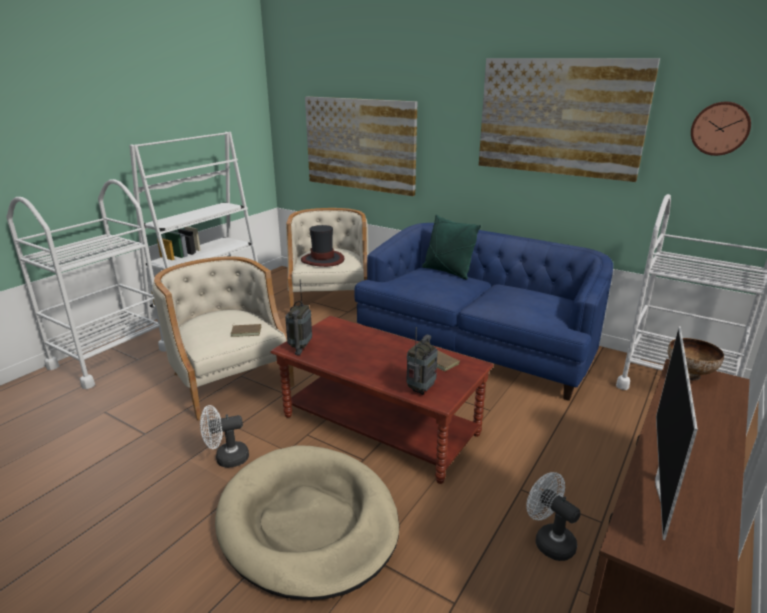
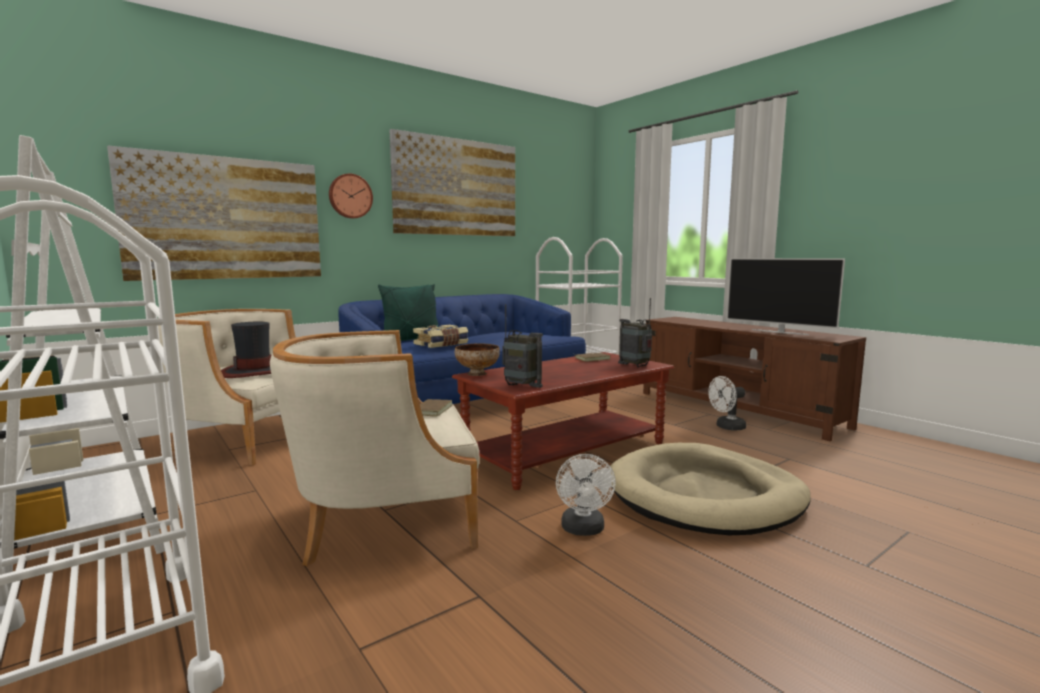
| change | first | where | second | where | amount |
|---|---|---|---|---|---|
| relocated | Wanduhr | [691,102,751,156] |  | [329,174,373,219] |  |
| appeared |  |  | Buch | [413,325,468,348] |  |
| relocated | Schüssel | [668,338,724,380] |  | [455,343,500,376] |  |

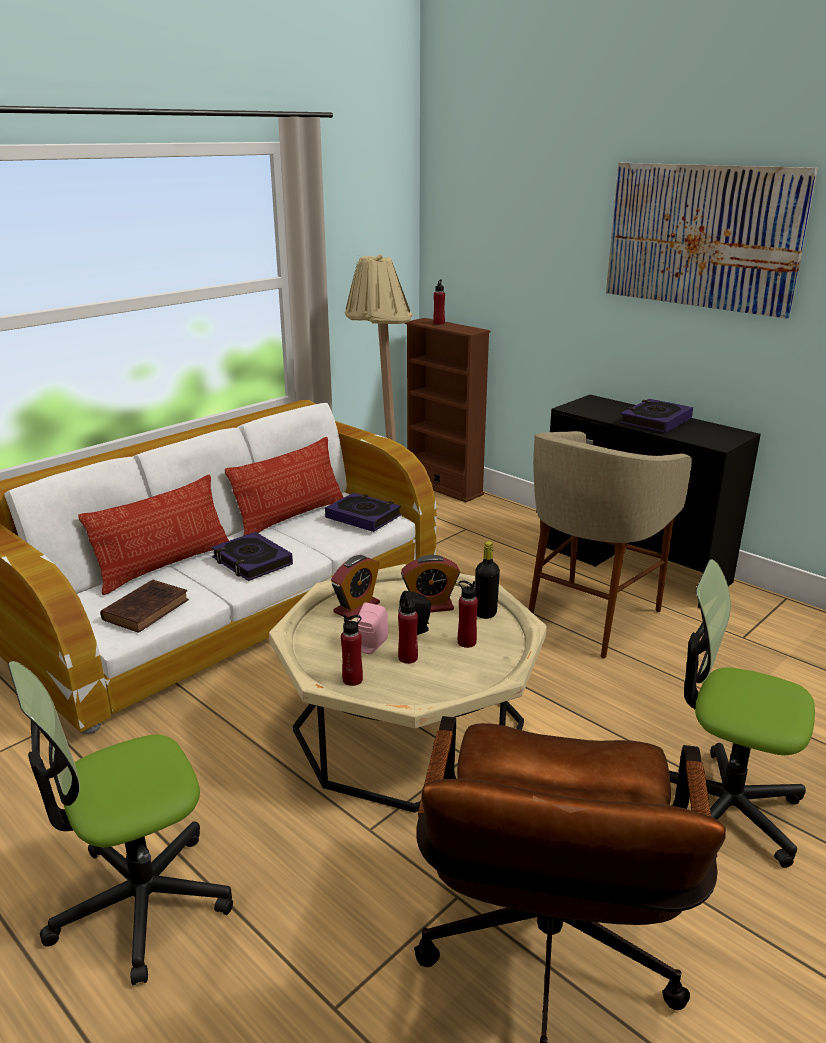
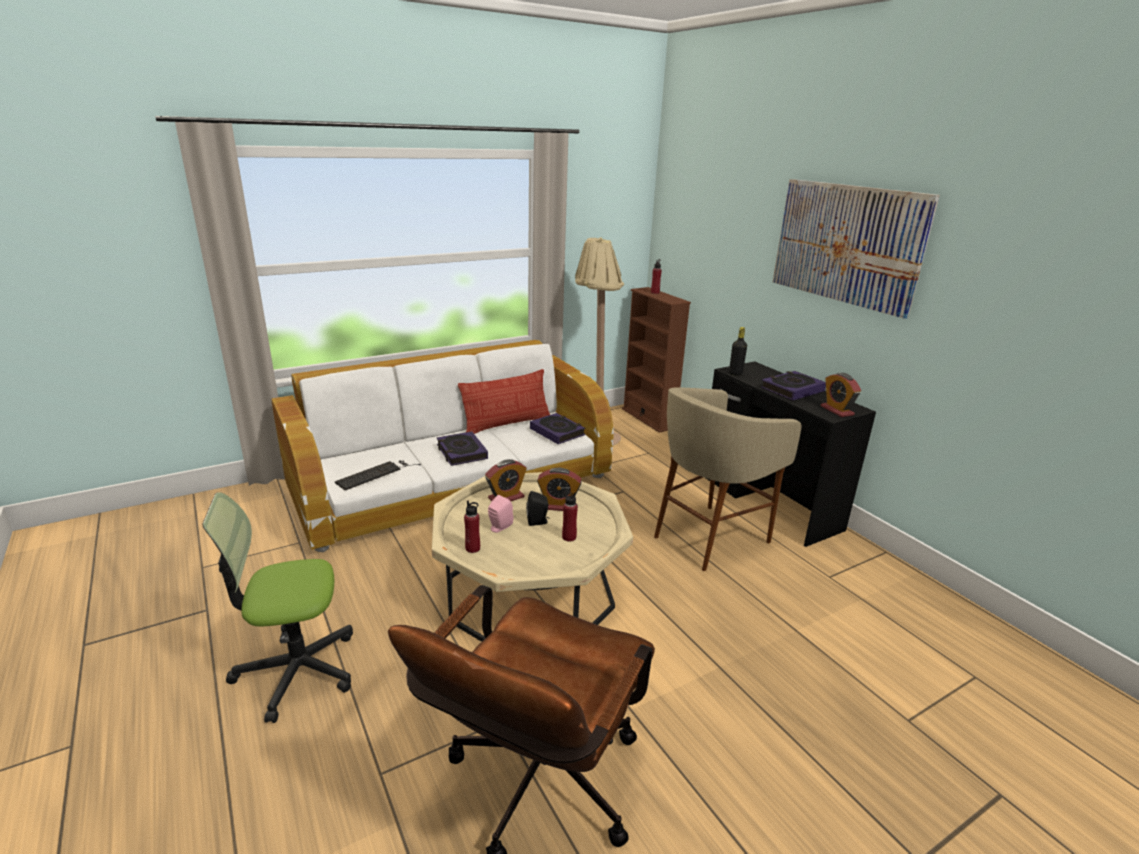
| change | first | where | second | where | amount |
|---|---|---|---|---|---|
| exchanged | Buch [braun] | [100,580,189,633] | Tastatur | [335,460,421,490] |  |
| relocated | Flasche [schwarz] | [475,541,500,619] |  | [729,327,747,376] |  |
| appeared |  |  | Wecker | [821,373,861,417] |  |
| missing | Kissen | [78,474,229,595] |  |  |  |
| missing | Flasche [rot] | [398,591,418,664] |  |  |  |
| missing | Bürostuhl | [669,559,815,868] |  |  |  |

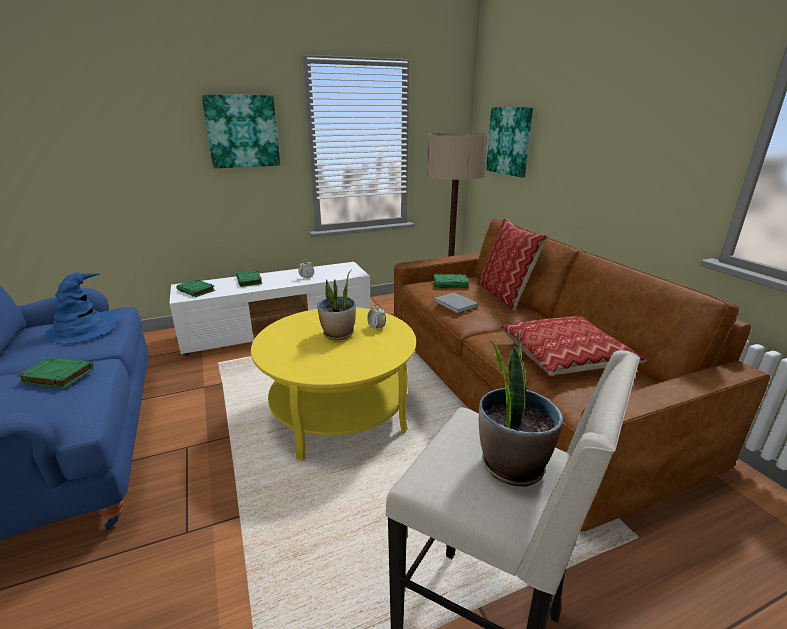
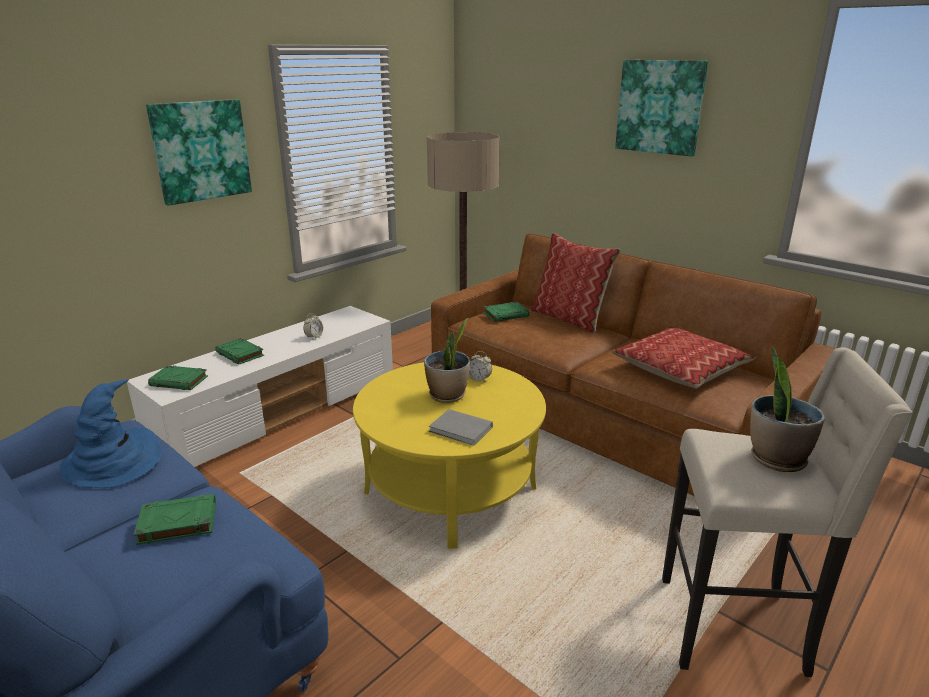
| change | first | where | second | where | amount |
|---|---|---|---|---|---|
| relocated | Buch [grau] | [434,293,478,314] |  | [429,409,493,446] |  |
| relocated | Bild | [486,107,533,178] |  | [615,60,708,157] |  |

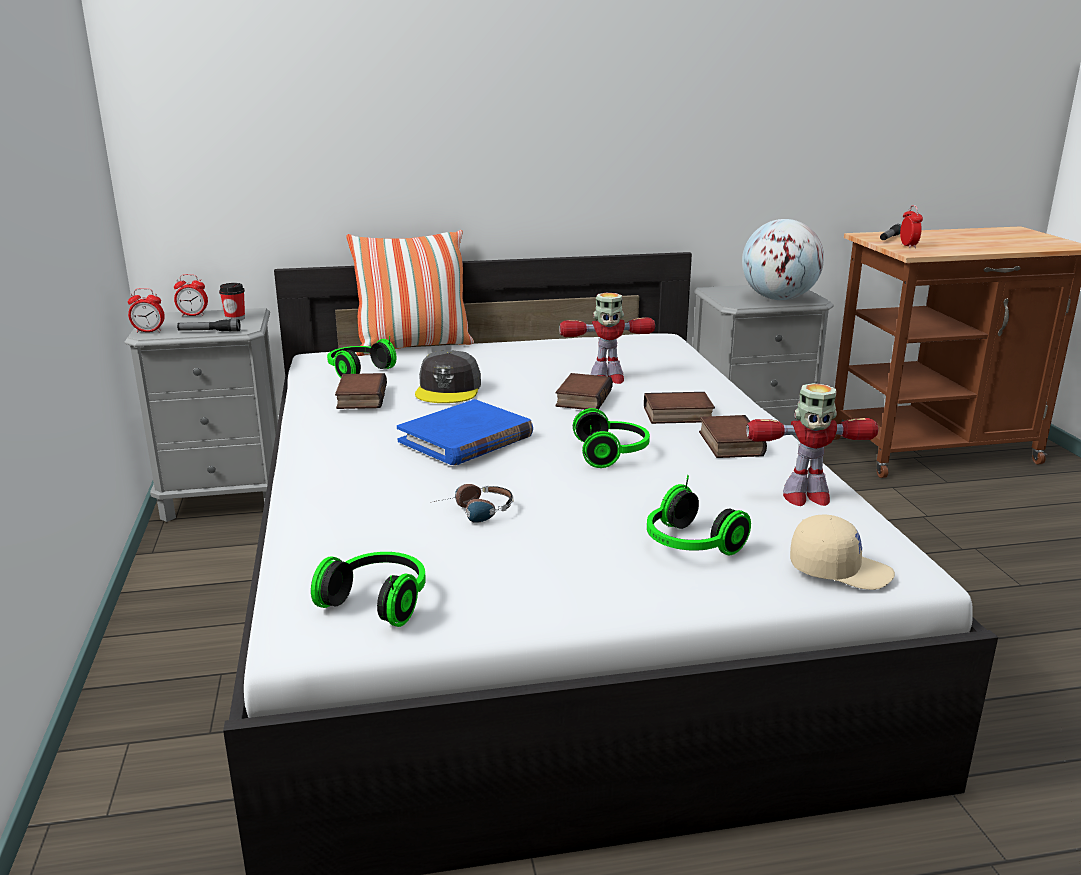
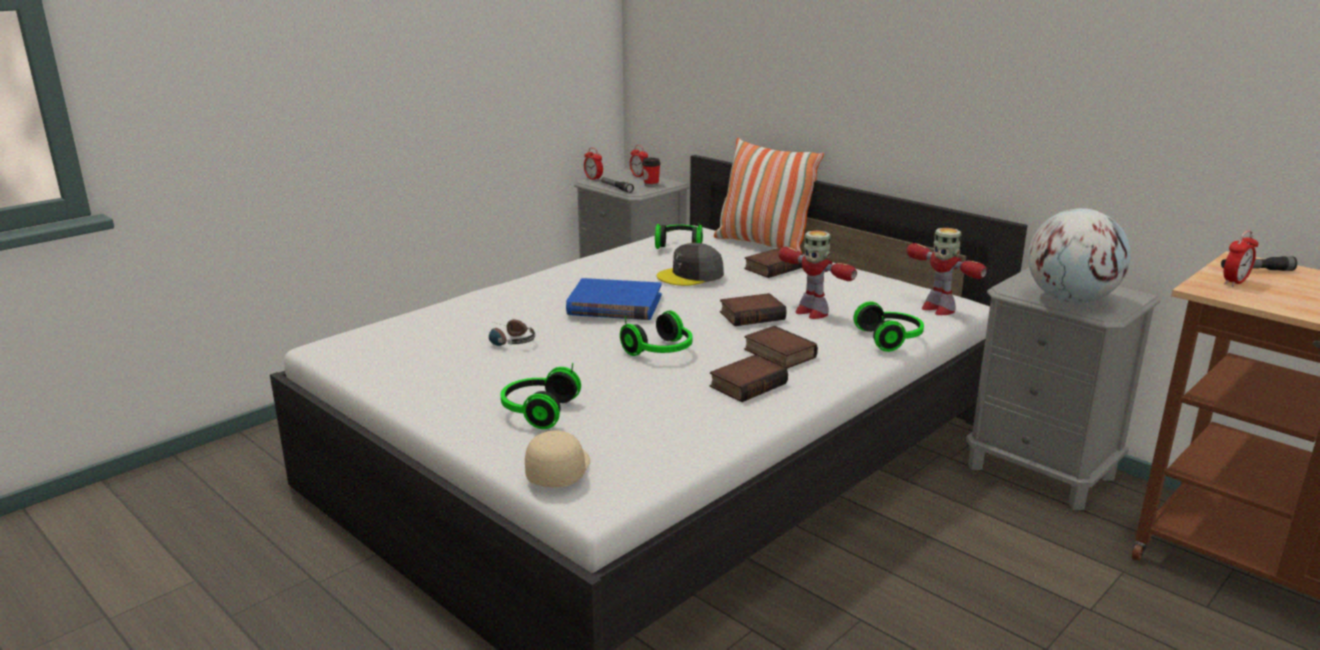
| change | first | where | second | where | amount |
|---|---|---|---|---|---|
| spun | Kappe [beige] | [790,514,895,590] |  | [525,431,590,487] | 150 degrees counterclockwise |
| relocated | Buch | [335,373,387,409] |  | [744,248,802,278] |  |
| relocated | Kopfhörer | [311,552,426,627] |  | [854,302,924,352] |  |
| relocated | Spielzeugroboter | [746,383,878,506] |  | [906,228,987,315] |  |

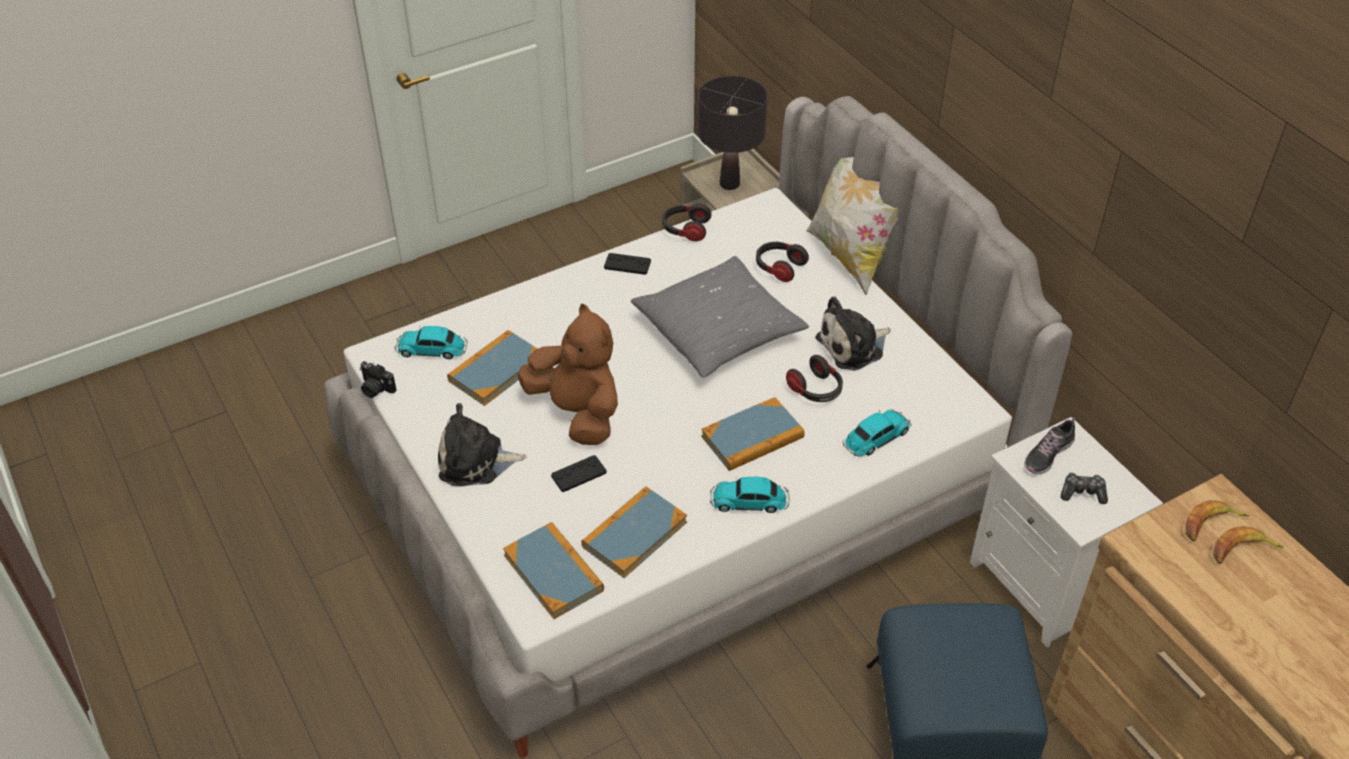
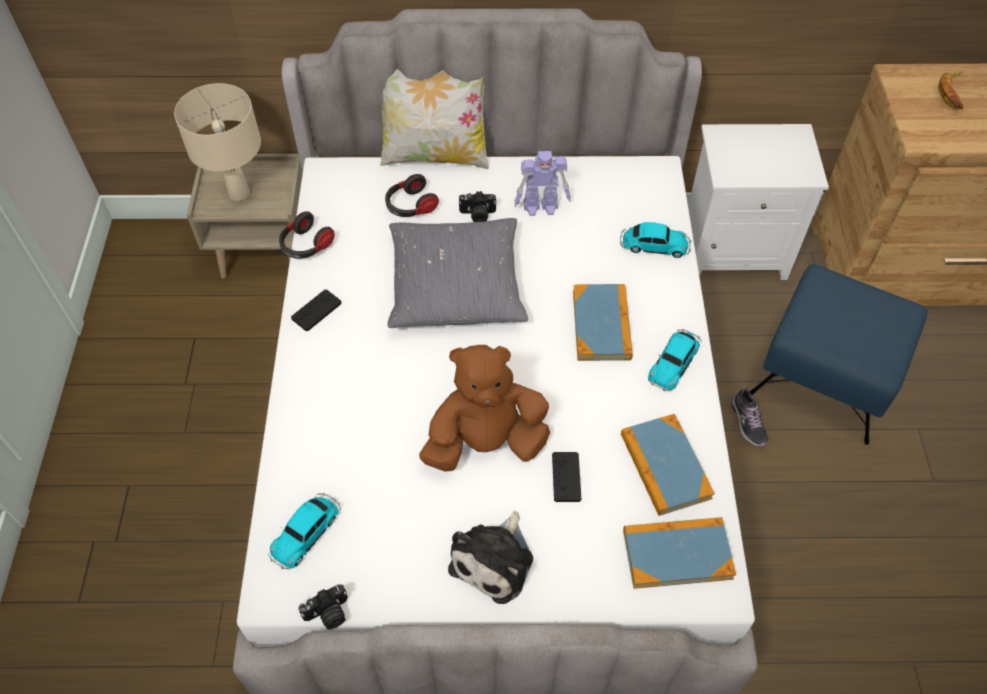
| change | first | where | second | where | amount |
|---|---|---|---|---|---|
| colour | Tischlampe [schwarz] | [698,76,768,190] | Tischlampe [beige] | [174,83,261,201] |  |
| appeared |  |  | Kamera | [459,191,497,222] |  |
| exchanged | Plüschtier | [815,297,891,371] | Spielzeugroboter | [514,151,571,216] |  |
| spun | Spielzeugauto | [843,409,911,457] |  | [620,222,691,258] | 105 degrees clockwise |
| relocated | Schuh | [1025,417,1075,474] |  | [732,386,768,447] |  |
| missing | Buch | [447,330,537,406] |  |  |  |
| missing | Kopfhörer | [786,355,843,402] |  |  |  |
| missing | Gamepad | [1061,473,1108,504] |  |  |  |
| missing | Banane | [1186,500,1249,541] |  |  |  |

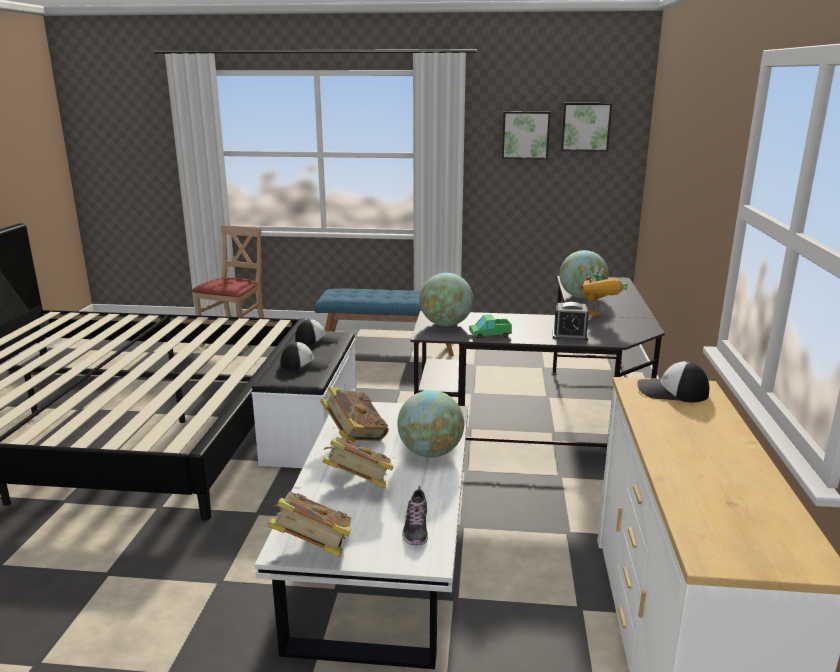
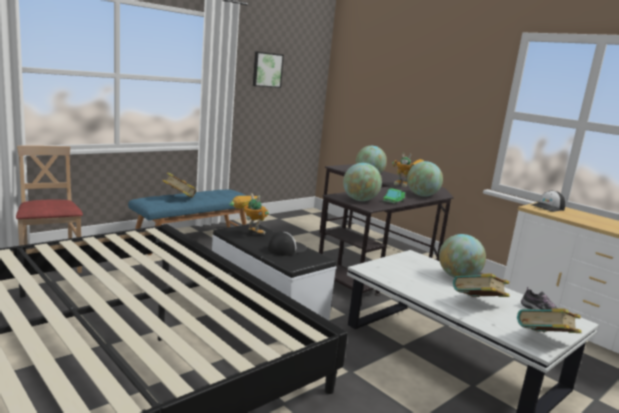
| change | first | where | second | where | amount |
|---|---|---|---|---|---|
| relocated | Buch | [320,387,389,442] |  | [162,172,197,198] |  |
| exchanged | Kappe | [295,319,340,345] | Spielzeugroboter | [229,194,269,234] |  |
| exchanged | Wecker | [553,302,589,341] | Globus | [407,161,443,197] |  |
| missing | Bild | [561,103,612,152] |  |  |  |

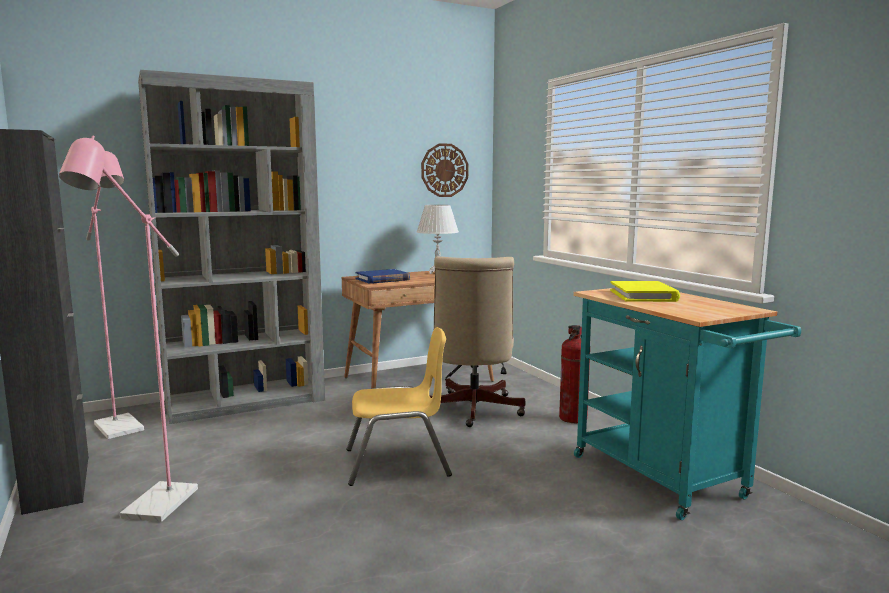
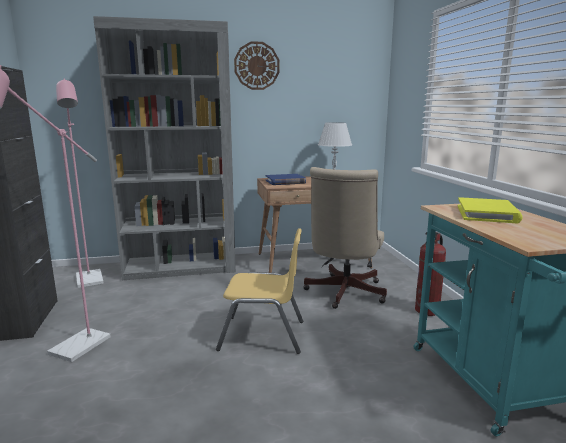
| change | first | where | second | where | amount |
|---|---|---|---|---|---|
| relocated | Wanduhr | [421,143,468,197] |  | [234,41,279,90] |  |

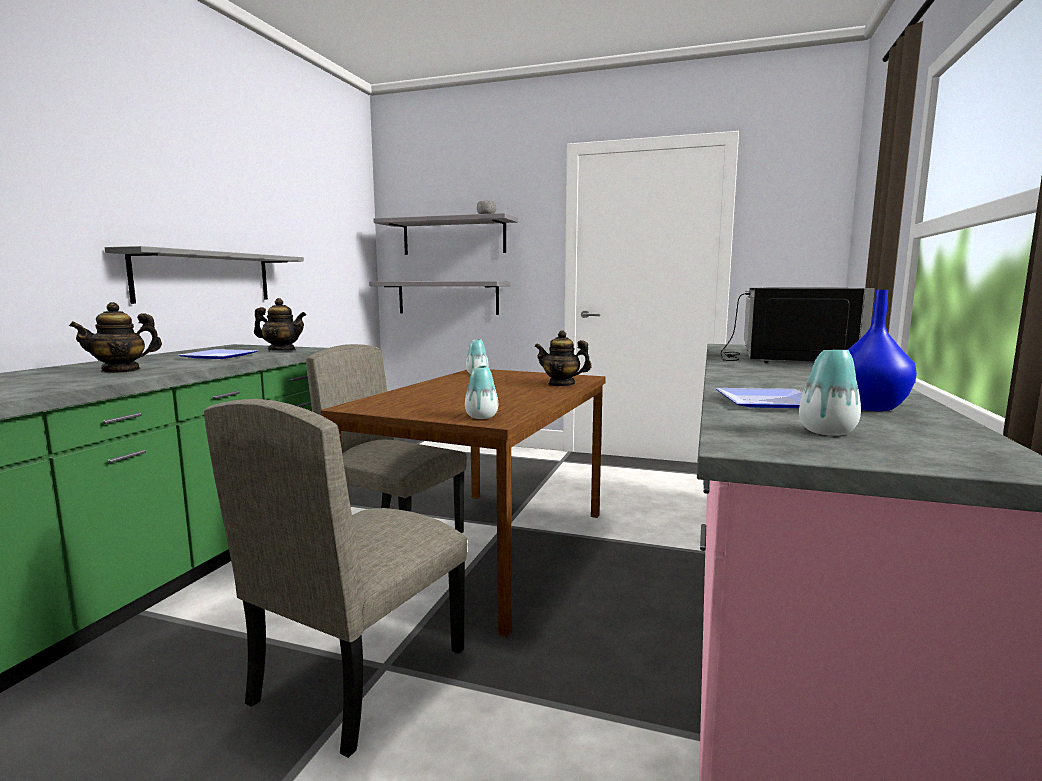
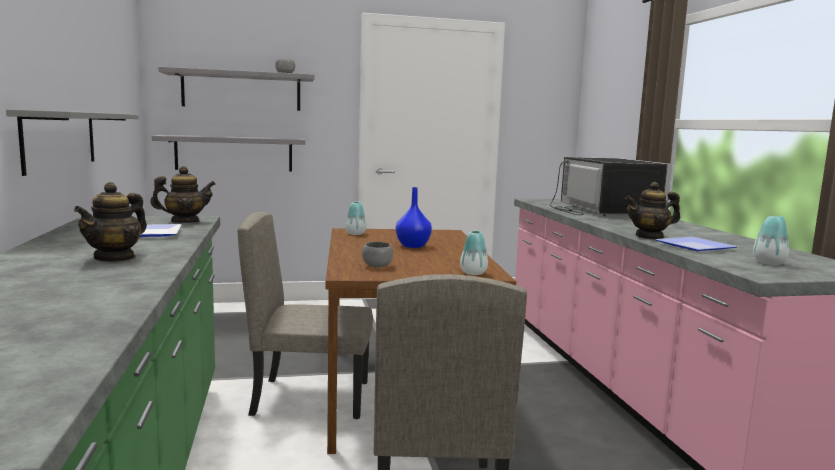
| change | first | where | second | where | amount |
|---|---|---|---|---|---|
| appeared |  |  | Schüssel [grau] | [362,242,393,268] |  |
| relocated | Vase [blau] | [848,290,917,411] |  | [396,187,432,248] |  |
| relocated | Teekanne | [534,330,592,387] |  | [625,182,680,239] |  |

